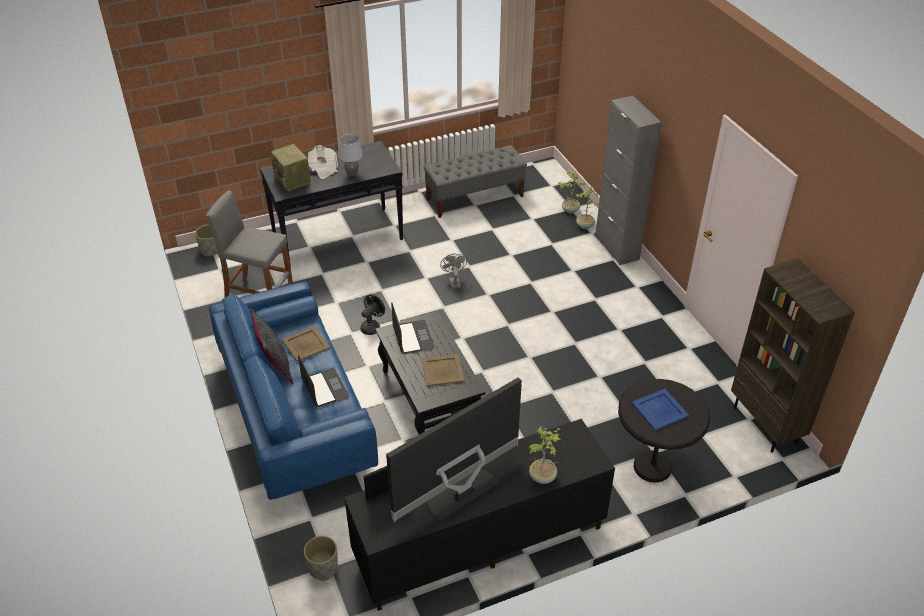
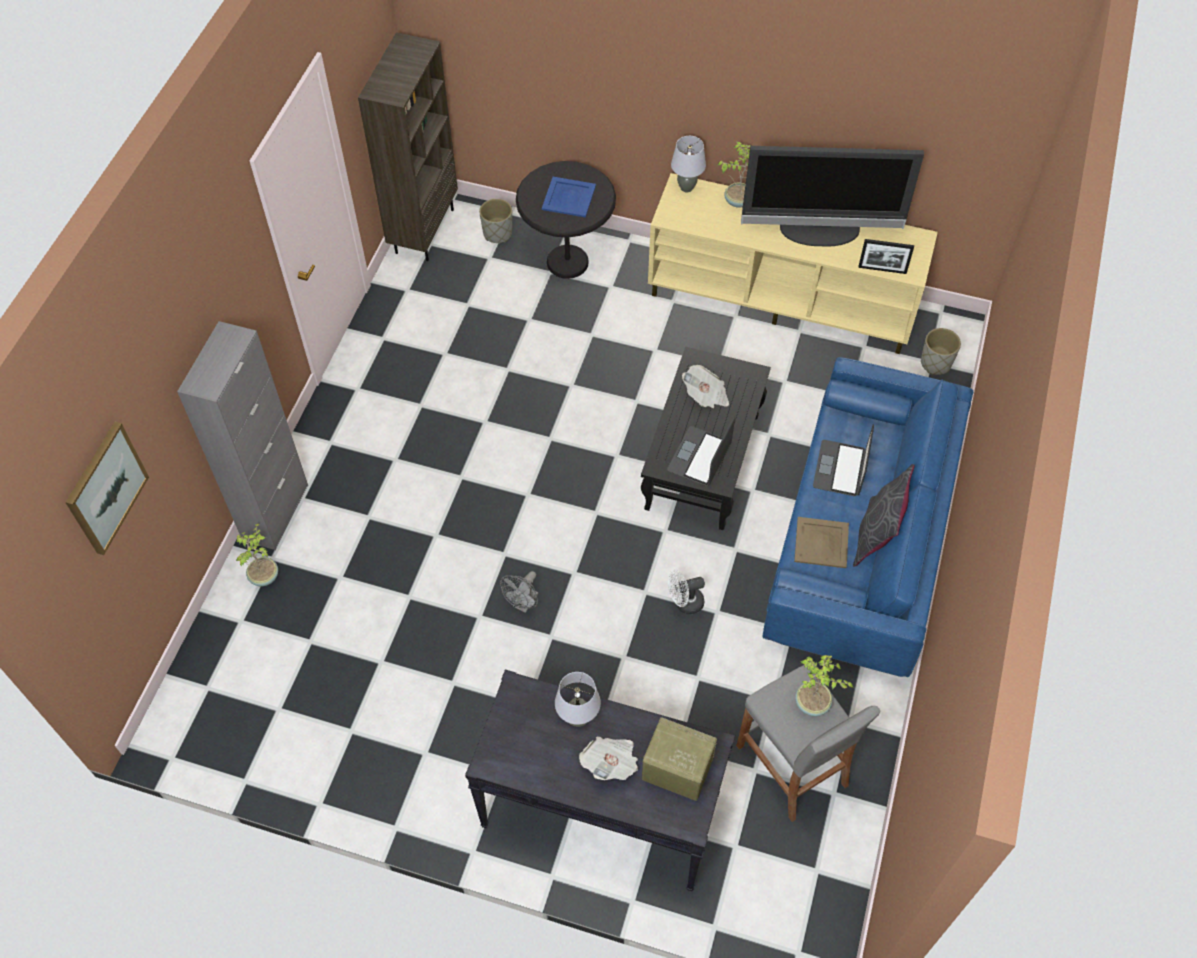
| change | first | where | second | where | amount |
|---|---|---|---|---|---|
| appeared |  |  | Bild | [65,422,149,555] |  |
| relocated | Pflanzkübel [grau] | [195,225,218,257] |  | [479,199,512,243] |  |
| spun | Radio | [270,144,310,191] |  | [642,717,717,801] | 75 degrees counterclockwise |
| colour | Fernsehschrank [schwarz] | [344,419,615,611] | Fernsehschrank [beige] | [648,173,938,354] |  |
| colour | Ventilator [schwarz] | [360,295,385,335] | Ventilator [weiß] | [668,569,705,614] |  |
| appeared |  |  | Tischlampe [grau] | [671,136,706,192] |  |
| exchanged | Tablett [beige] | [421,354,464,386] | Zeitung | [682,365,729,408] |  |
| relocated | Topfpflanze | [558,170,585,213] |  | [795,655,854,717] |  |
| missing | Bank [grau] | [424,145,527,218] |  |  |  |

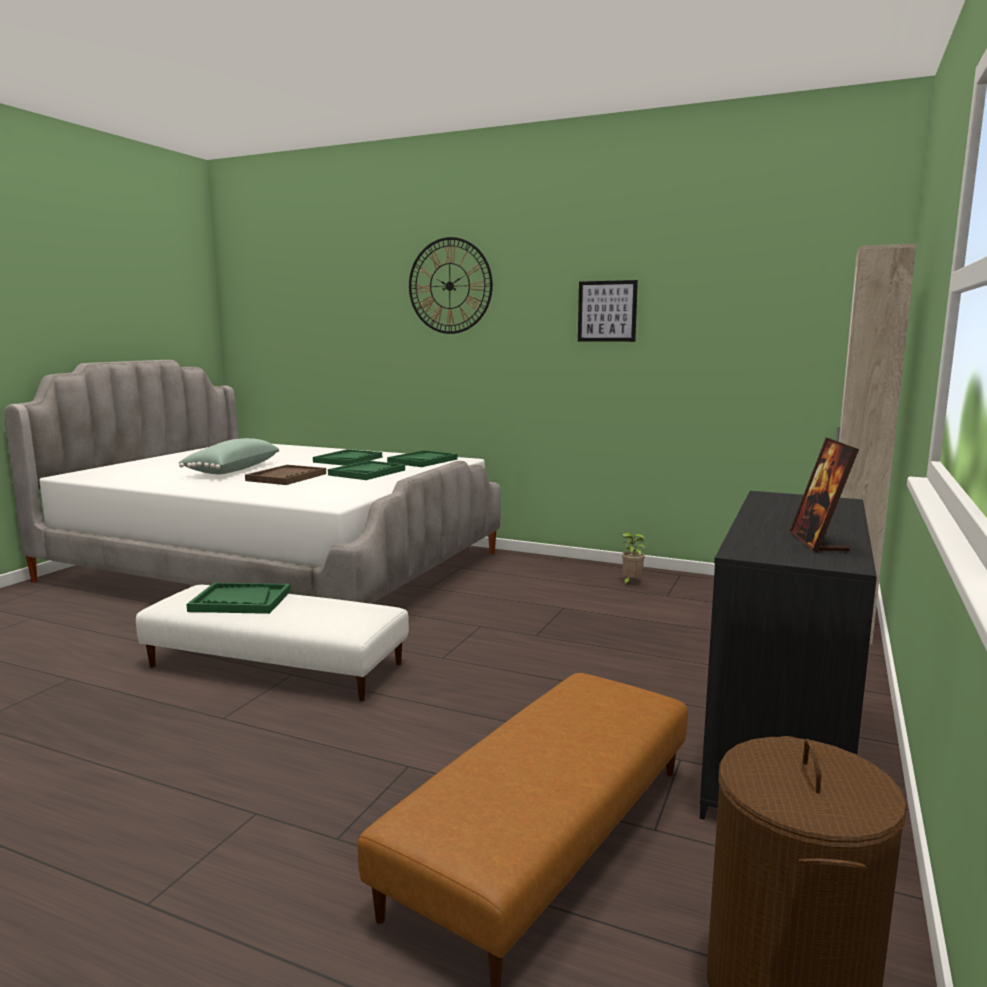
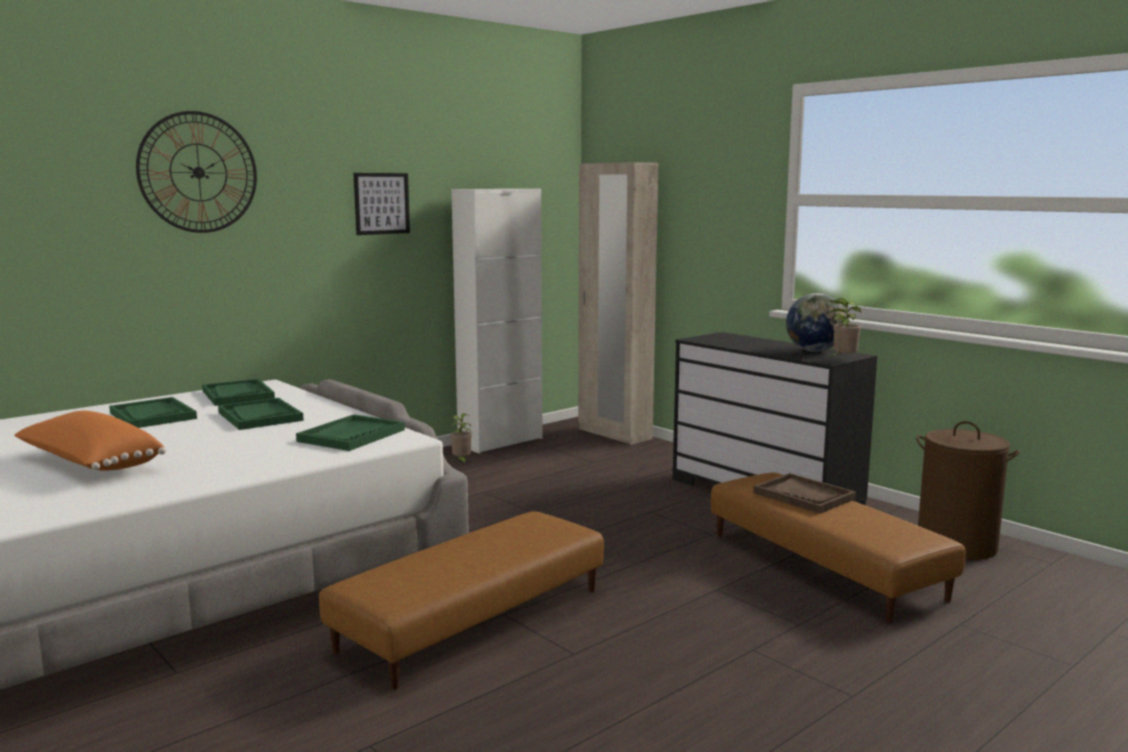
| change | first | where | second | where | amount |
|---|---|---|---|---|---|
| colour | Kissen [grün] | [179,438,279,474] | Kissen [orange] | [14,411,166,470] |  |
| relocated | Tablett [grün] | [186,583,291,614] |  | [296,414,405,451] |  |
| colour | Polsterhocker [weiß] | [136,585,409,701] | Polsterhocker [braun] | [319,511,604,690] |  |
| appeared |  |  | Schrank [weiß] | [451,189,542,454] |  |
| relocated | Tablett [braun] | [245,465,326,485] |  | [753,473,856,514] |  |
| exchanged | Bilderrahmen | [789,437,859,552] | Globus | [786,293,846,352] |  |
| appeared |  |  | Topfpflanze | [829,298,861,358] |  |

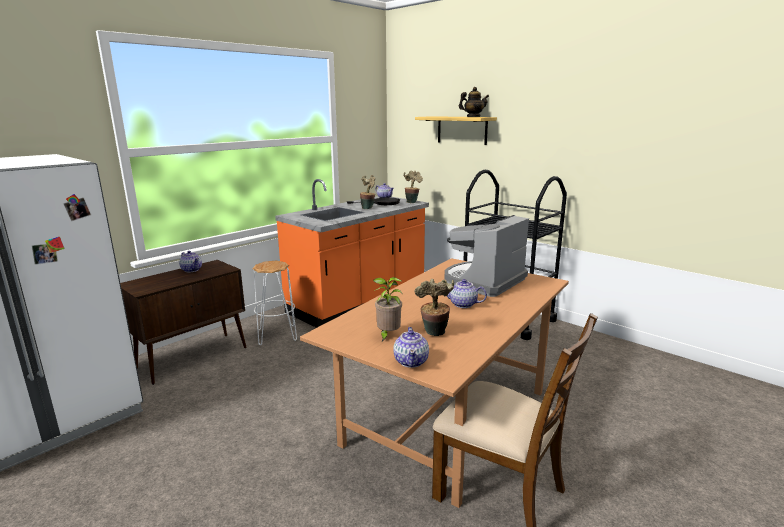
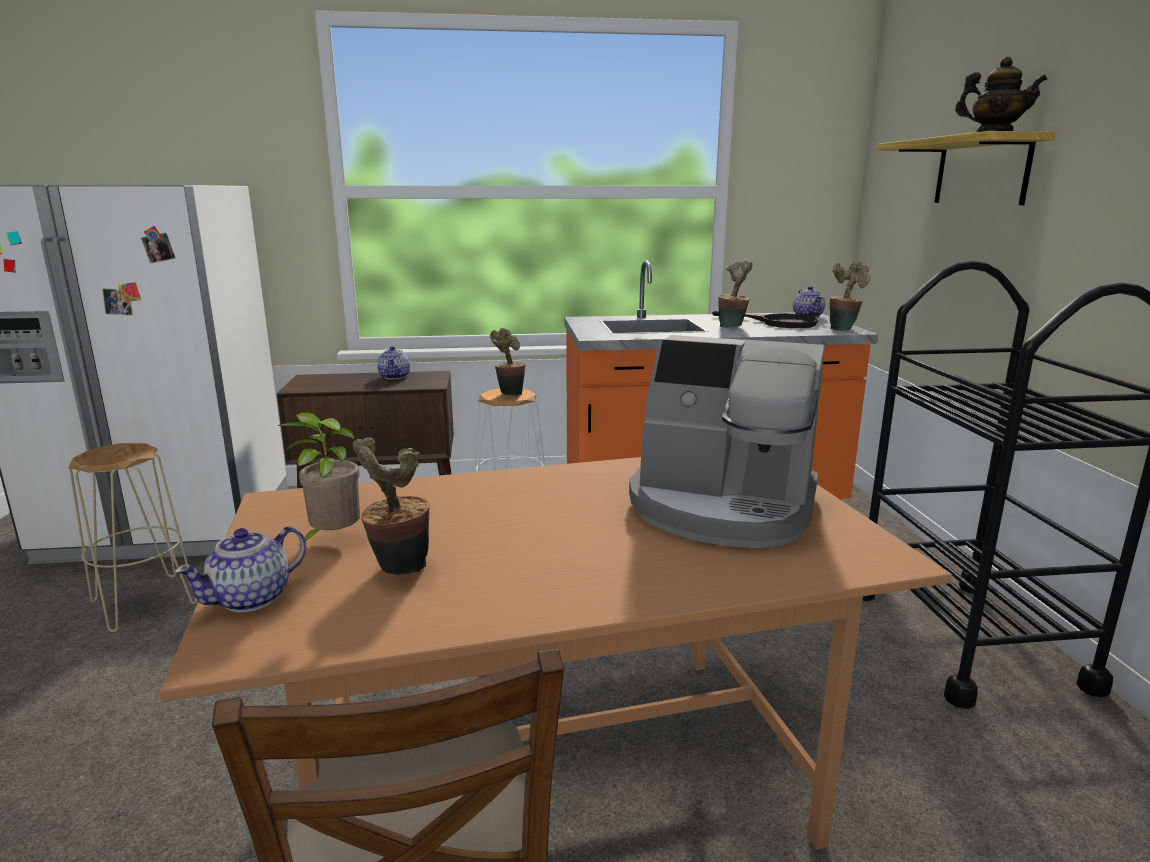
| change | first | where | second | where | amount |
|---|---|---|---|---|---|
| appeared |  |  | Hocker [beige] | [68,443,197,632] |  |
| appeared |  |  | Topfpflanze | [490,328,526,396] |  |
| spun | Kaffeemaschine | [445,215,529,297] |  | [629,335,825,548] | 150 degrees counterclockwise |
| missing | Teekanne | [447,279,487,308] |  |  |  |

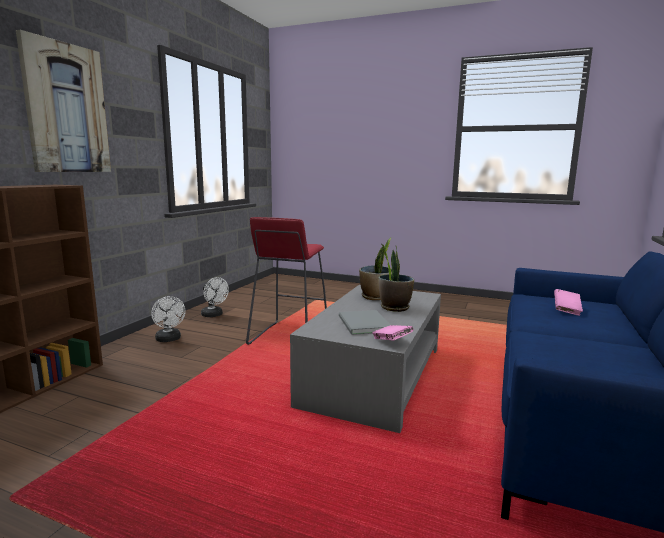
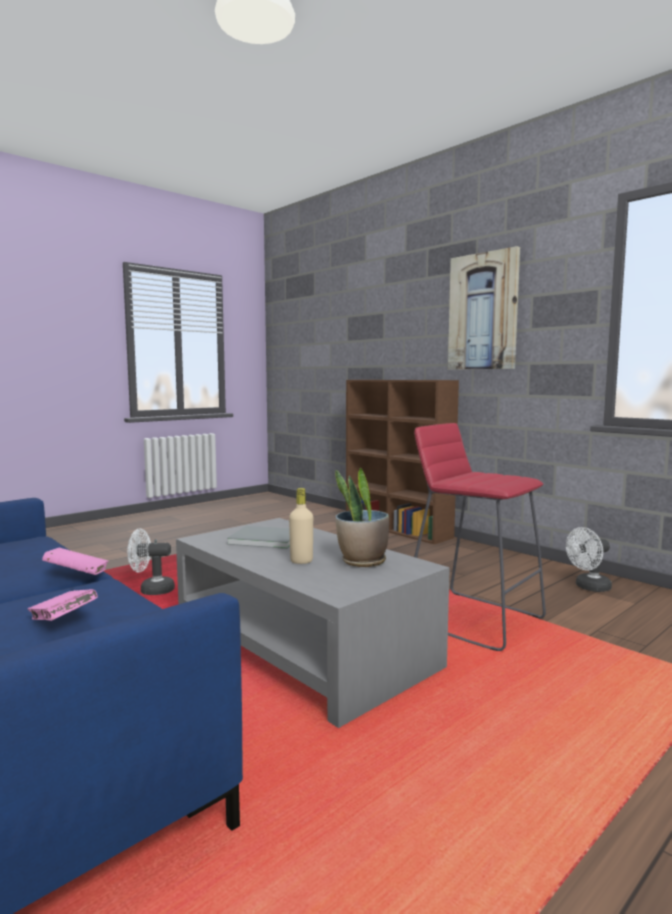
| change | first | where | second | where | amount |
|---|---|---|---|---|---|
| relocated | Buch [rosa] | [372,325,414,341] |  | [42,548,108,575] |  |
| relocated | Ventilator [weiß] | [151,296,186,342] |  | [128,528,175,595] |  |
| exchanged | Topfpflanze | [378,245,414,312] | Flasche [beige] | [289,488,313,564] |  |

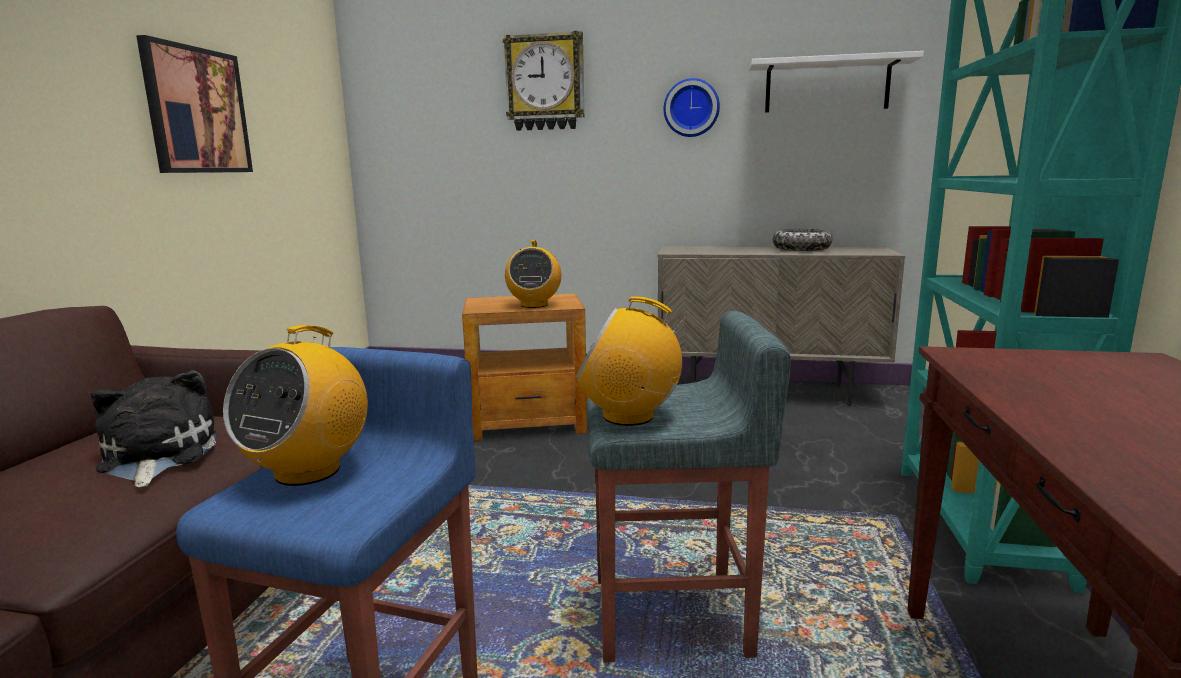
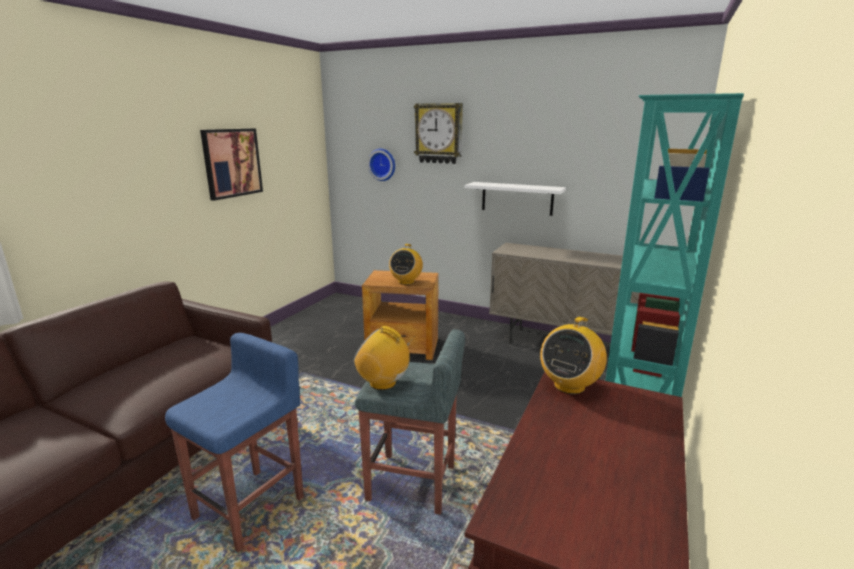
| change | first | where | second | where | amount |
|---|---|---|---|---|---|
| relocated | Wanduhr | [664,78,720,137] |  | [368,149,395,181] |  |
| relocated | Wandregal [weiß] | [750,51,924,113] |  | [465,182,566,216] |  |
| relocated | Radio | [223,325,368,486] |  | [540,317,607,394] |  |
| missing | Plüschtier | [91,371,216,487] |  |  |  |
| missing | Schüssel | [773,229,833,251] |  |  |  |

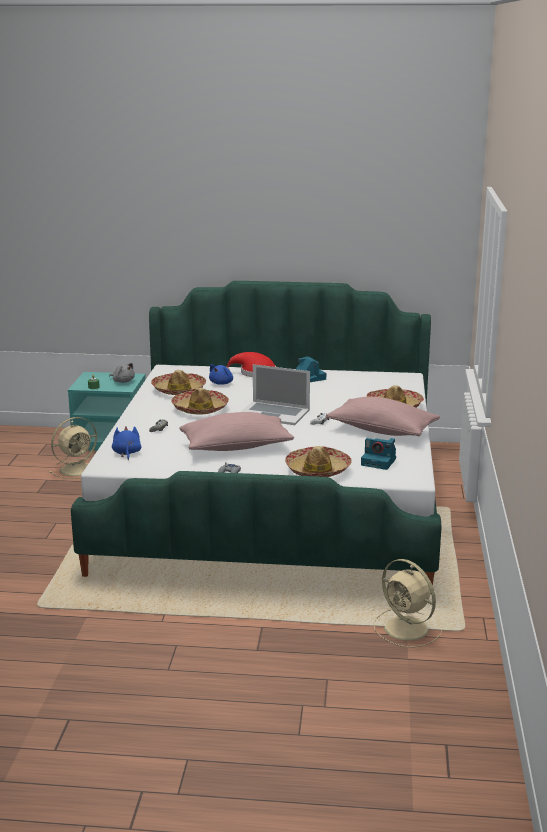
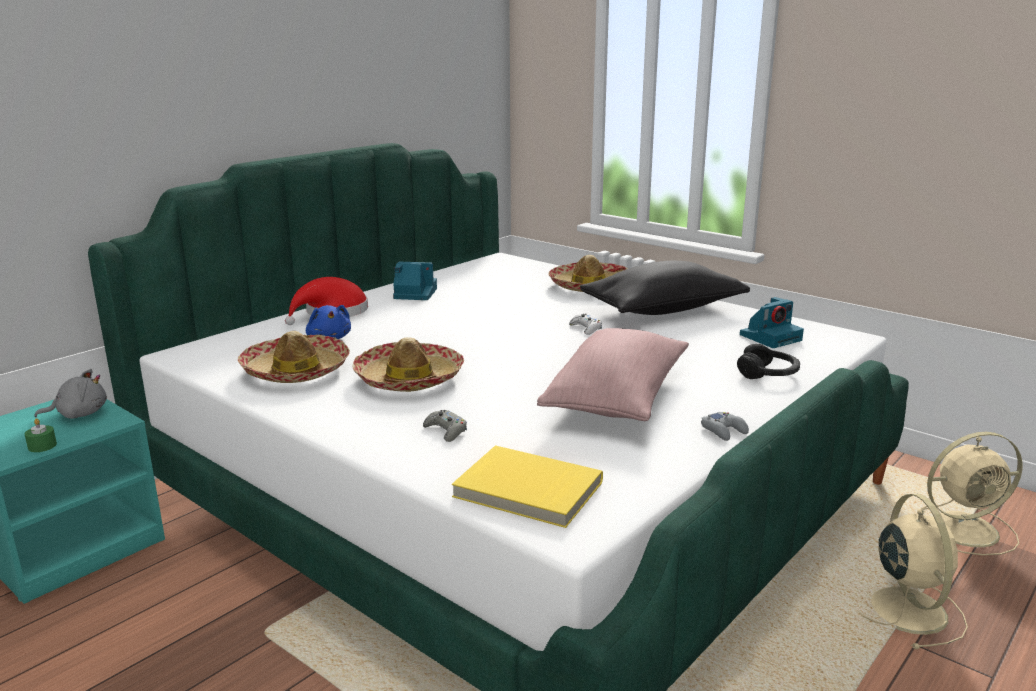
| change | first | where | second | where | amount |
|---|---|---|---|---|---|
| exchanged | Plüschtier [blau] | [112,426,141,460] | Buch [gelb] | [452,445,603,528] |  |
| colour | Kissen [rosa] | [326,397,440,436] | Kissen [schwarz] | [580,261,750,315] |  |
| exchanged | Hut | [285,446,352,477] | Kopfhörer [schwarz] | [737,344,800,379] |  |
| relocated | Ventilator [beige] | [49,417,97,479] |  | [857,494,968,649] |  |
| missing | Laptop | [241,364,310,425] |  |  |  |

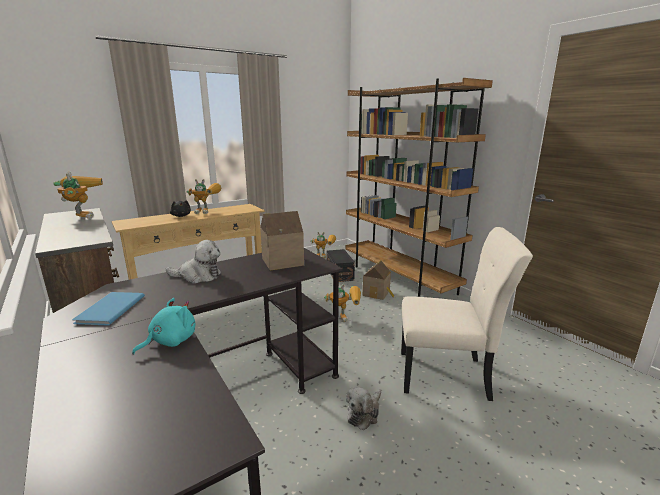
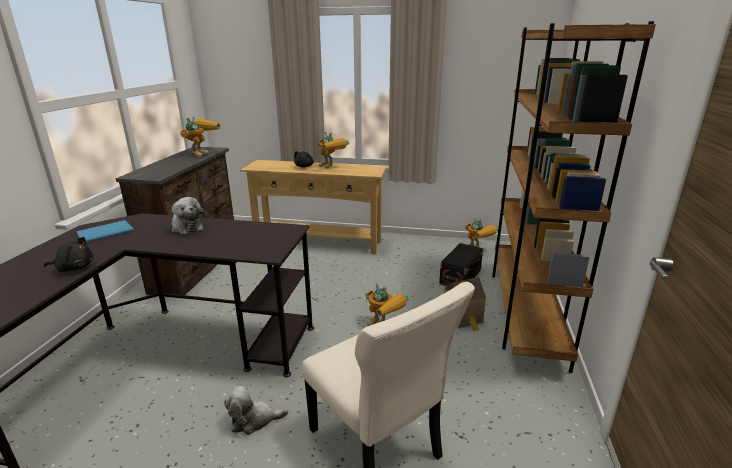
| change | first | where | second | where | amount |
|---|---|---|---|---|---|
| colour | Plüschtier [türkis] | [132,298,195,355] | Plüschtier [schwarz] | [44,237,93,272] |  |
| missing | Spielzeughaus | [260,211,304,271] |  |  |  |

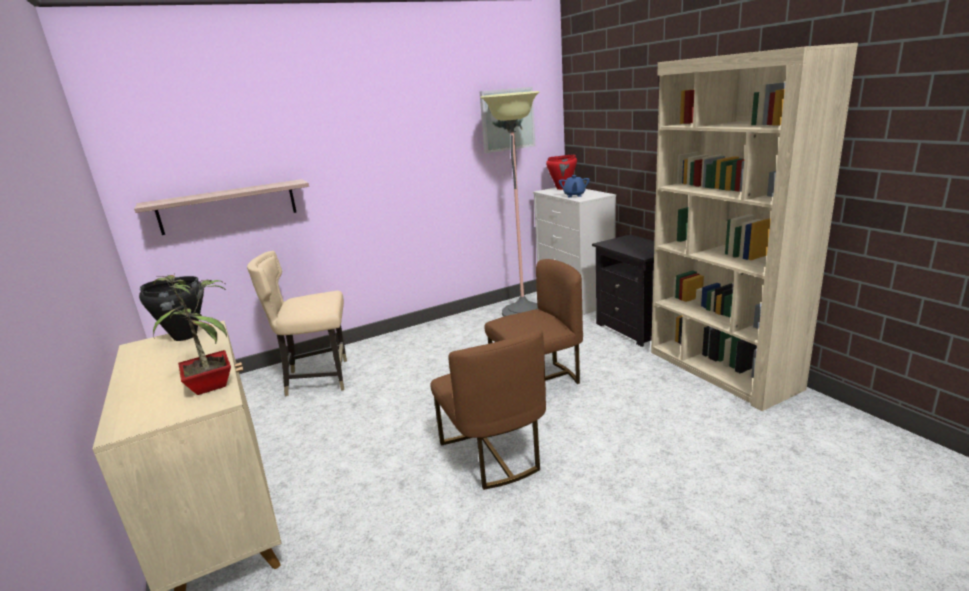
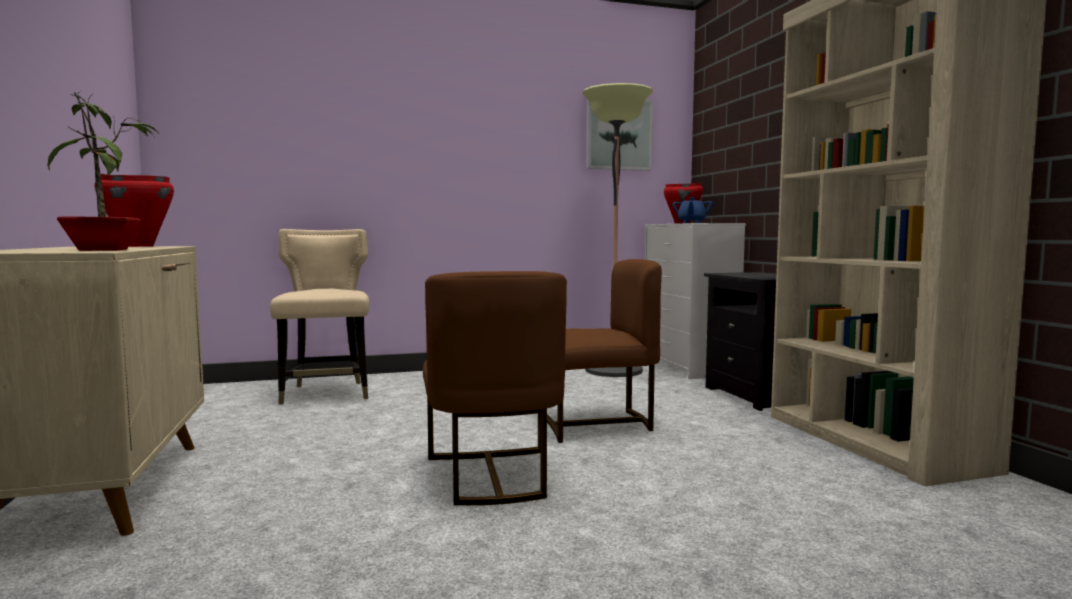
| change | first | where | second | where | amount |
|---|---|---|---|---|---|
| colour | Kochtopf [schwarz] | [139,276,204,341] | Kochtopf [rot] | [94,174,174,247] |  |
| spun | Stuhl [beige] | [247,251,347,397] |  | [270,229,369,405] | 75 degrees clockwise |
| missing | Wandregal | [134,179,309,235] |  |  |  |

